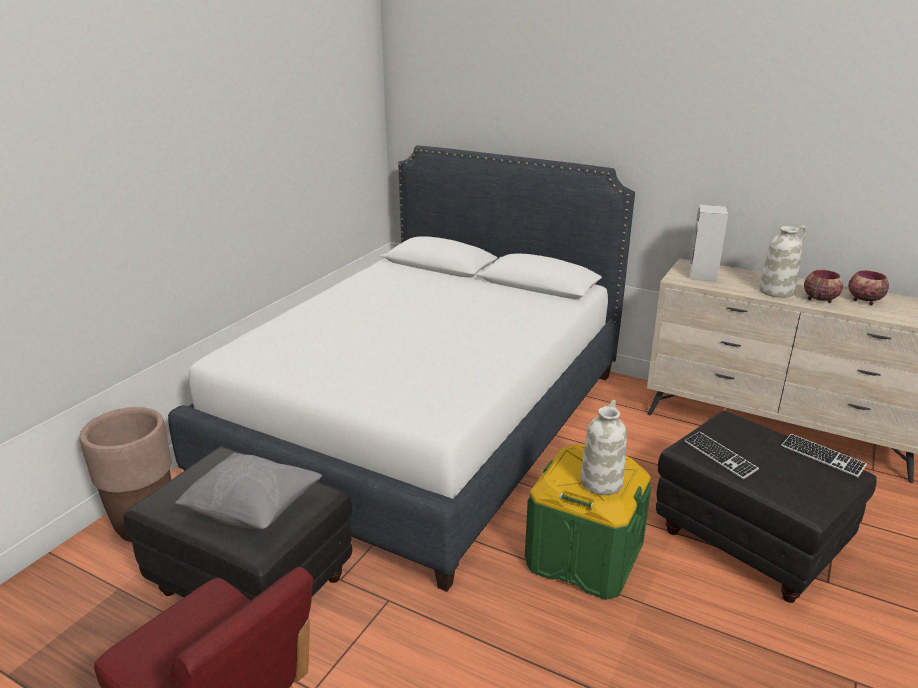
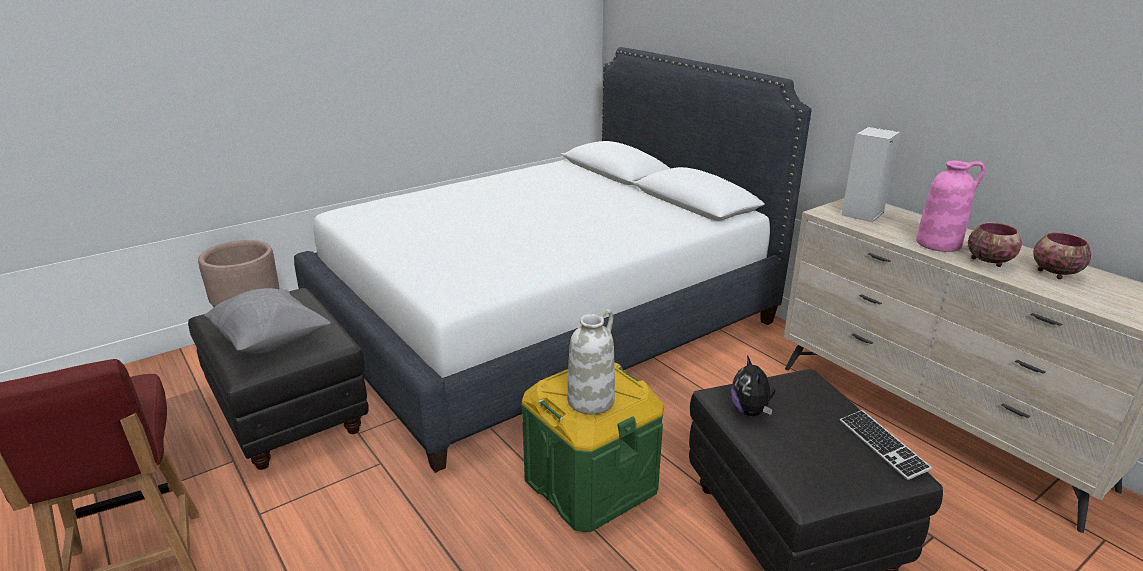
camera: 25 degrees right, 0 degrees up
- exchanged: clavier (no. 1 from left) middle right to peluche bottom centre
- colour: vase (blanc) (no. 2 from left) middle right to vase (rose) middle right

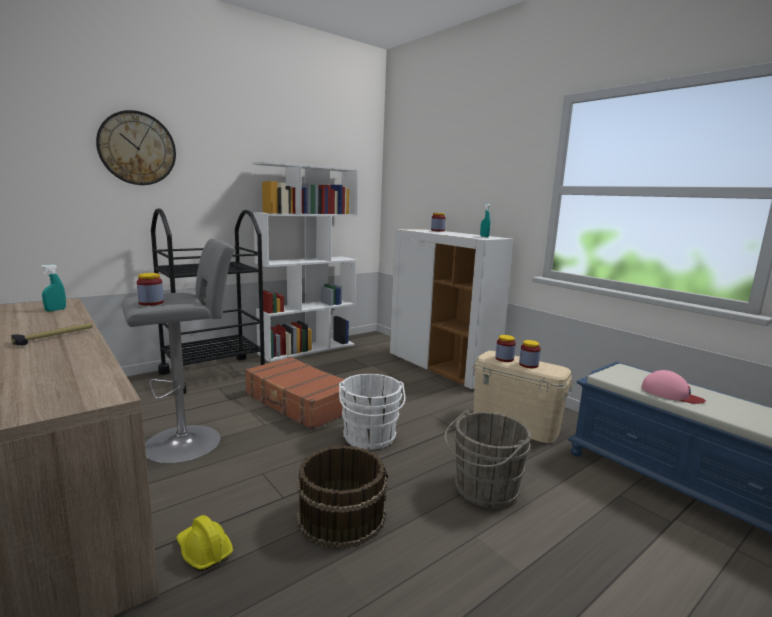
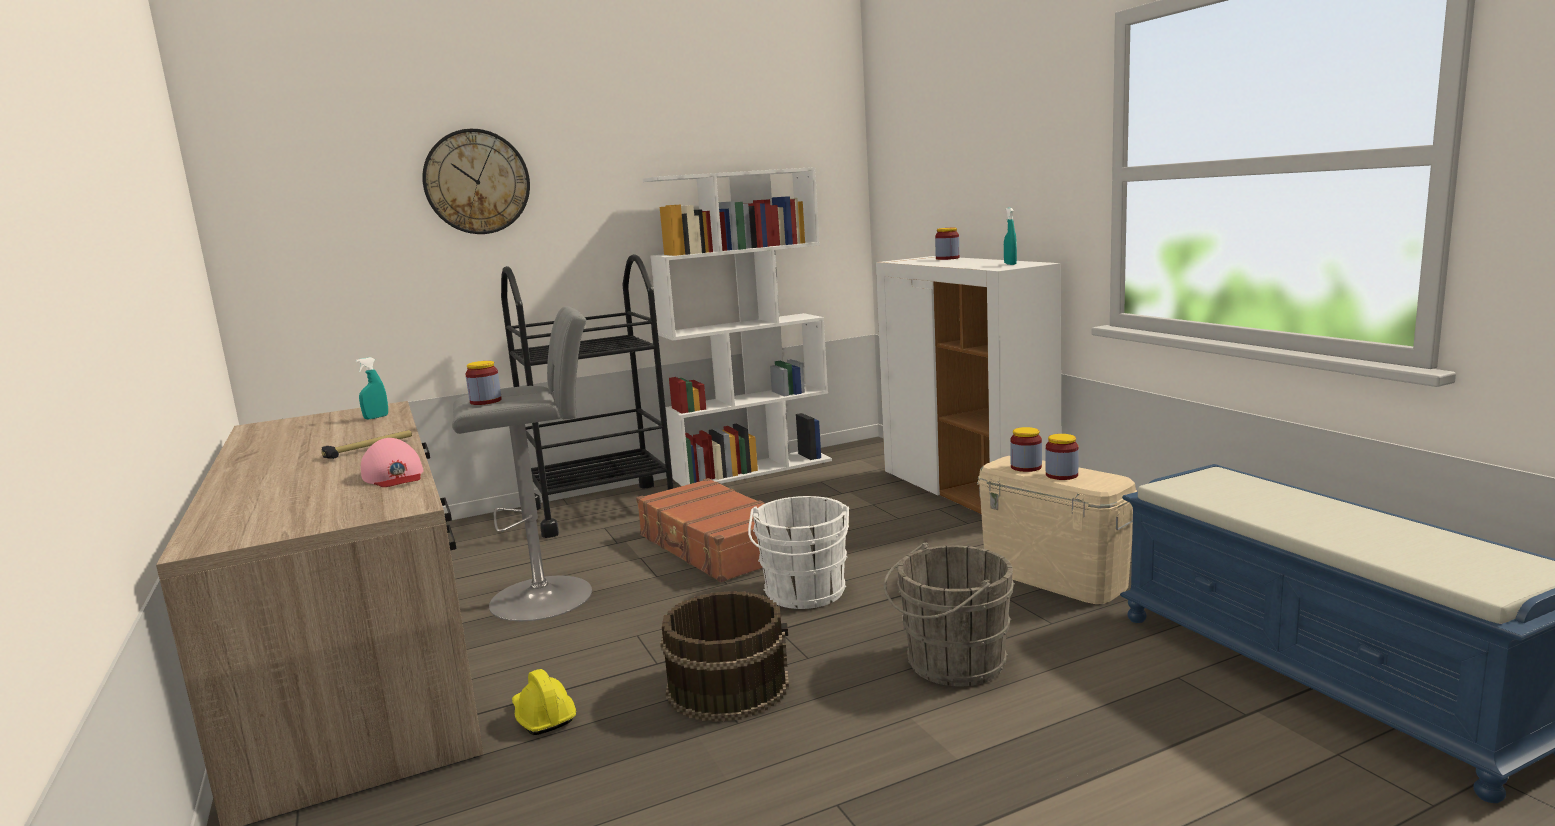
camera: 15 degrees right, 0 degrees up
- relocated: casquette (rose) middle right to middle left

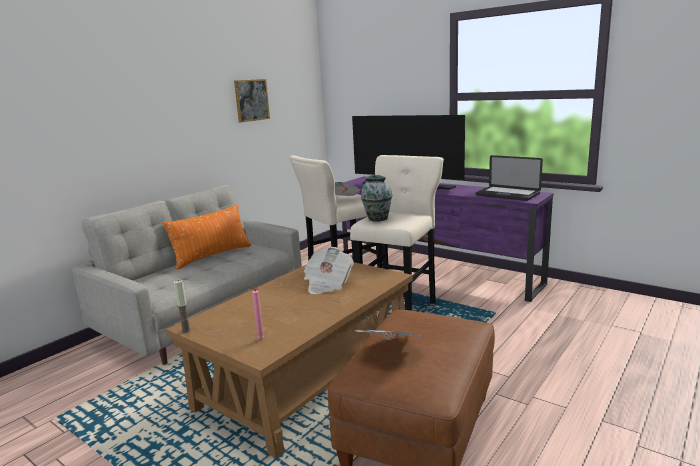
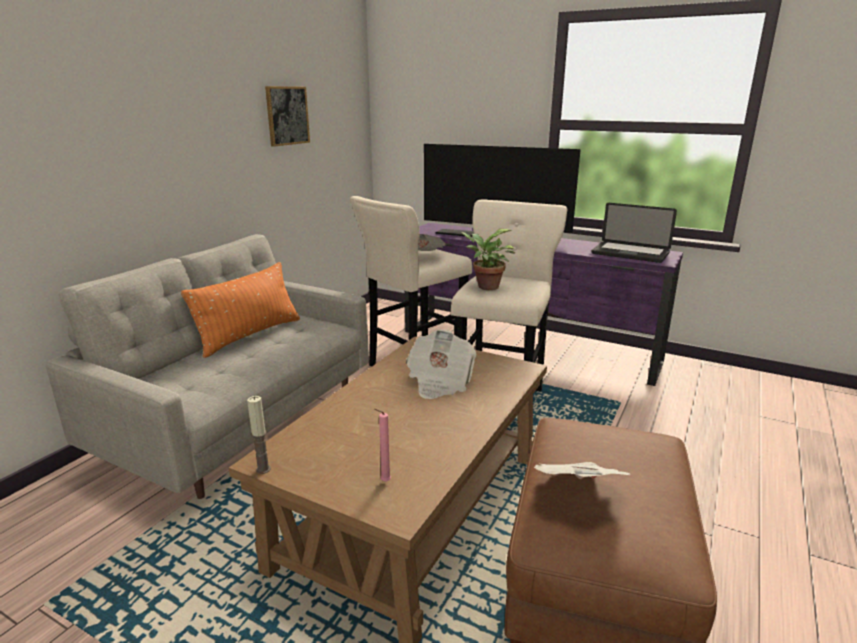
camera: 10 degrees left, 5 degrees up
- exchanged: vase centre to plante en pot centre

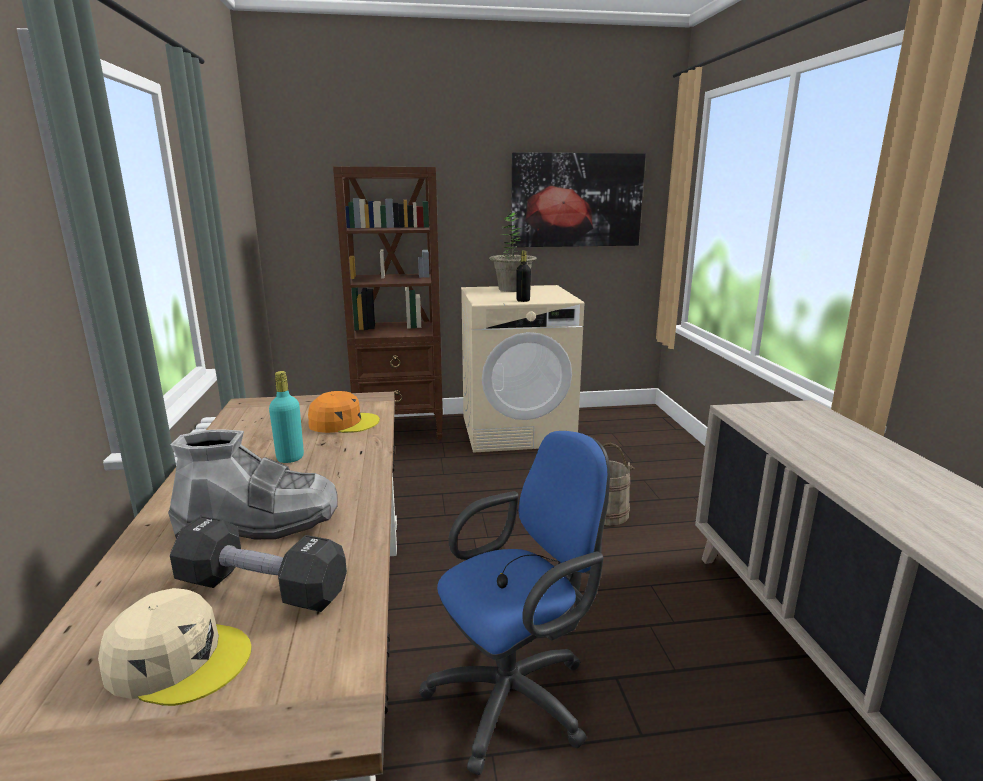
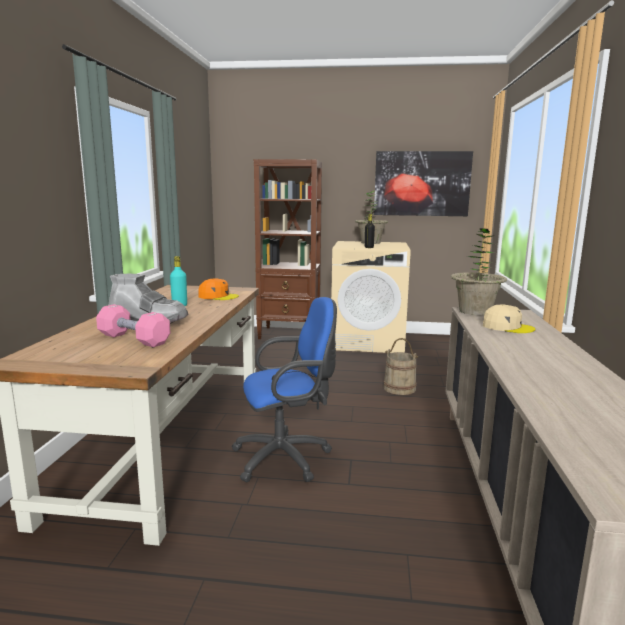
camera: 15 degrees right, 5 degrees down
- appeared: plante en pot (no. 2 from left) middle right
- relocated: casquette (beige) bottom left to middle right
- colour: haltère (noir) bottom left to haltère (rose) middle left

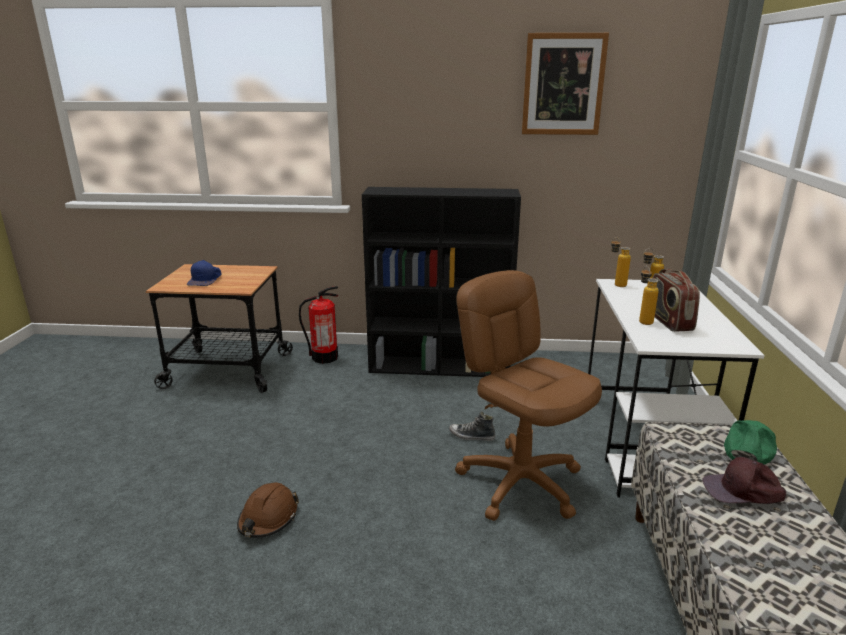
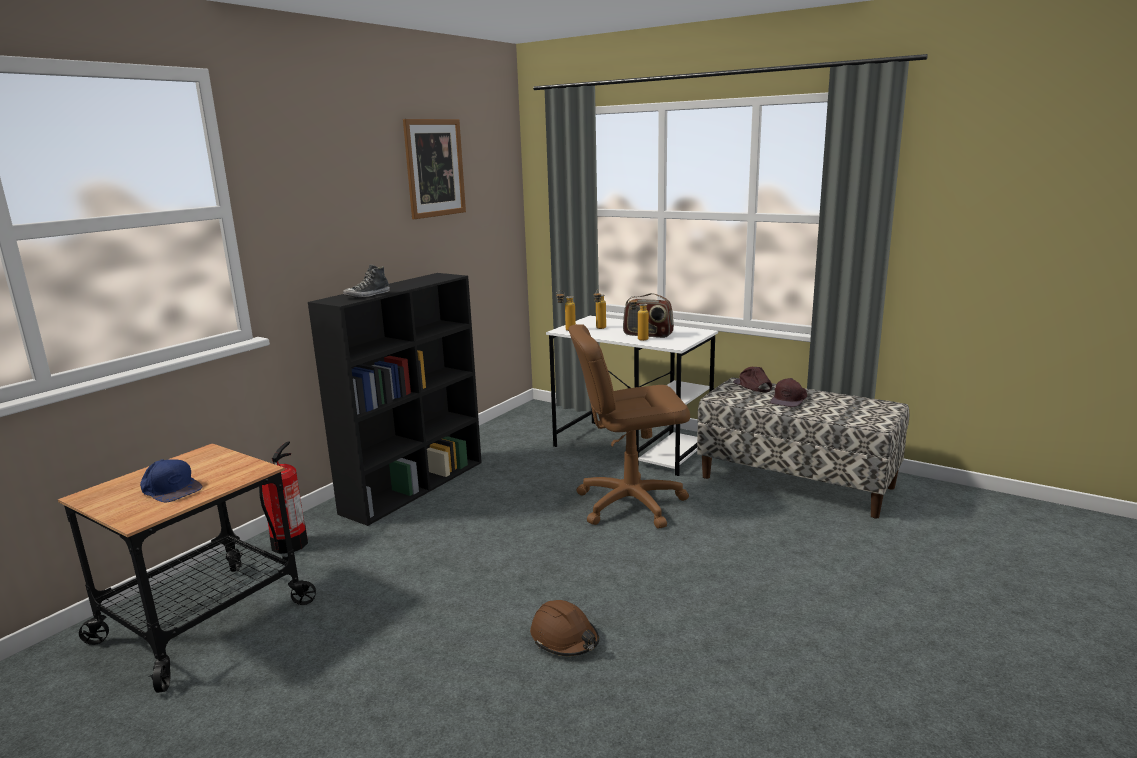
camera: 60 degrees left, 5 degrees down
- relocated: chaussure bottom centre to middle left
- colour: casquette (vert) bottom right to casquette (marron) (no. 1 from left) centre

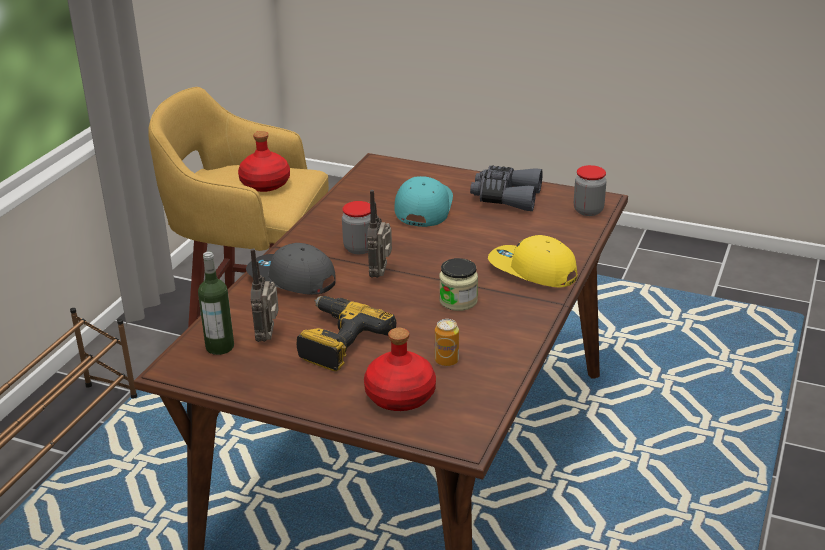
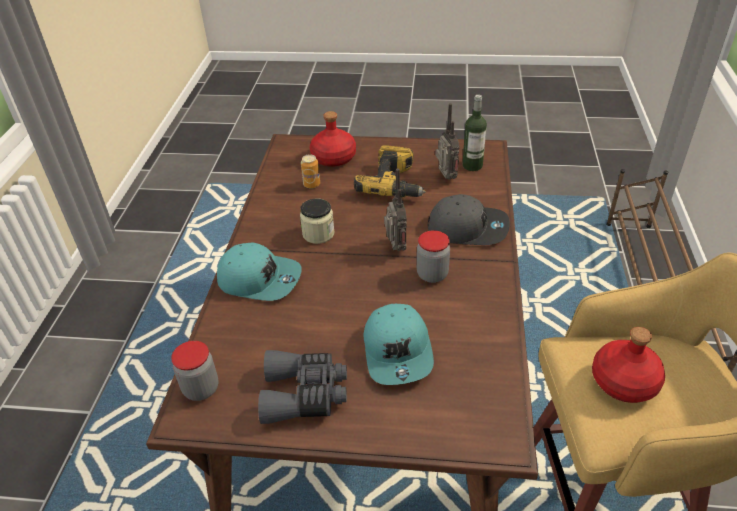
camera: 165 degrees right, 10 degrees up
- colour: casquette (jaune) centre to casquette (turquoise) (no. 1 from left) centre

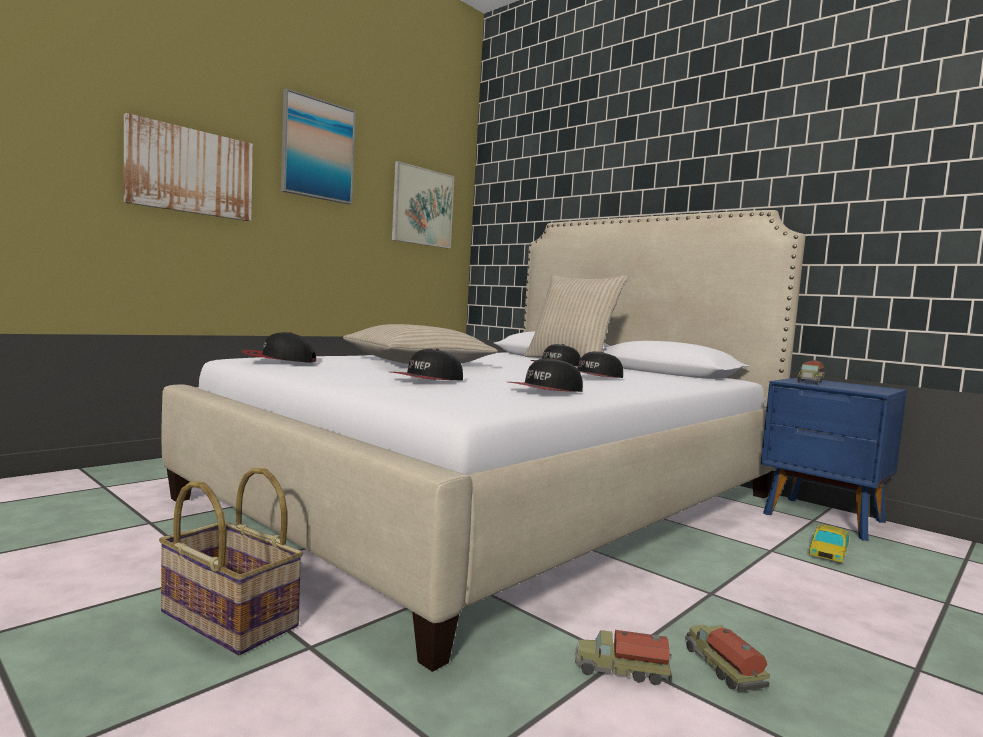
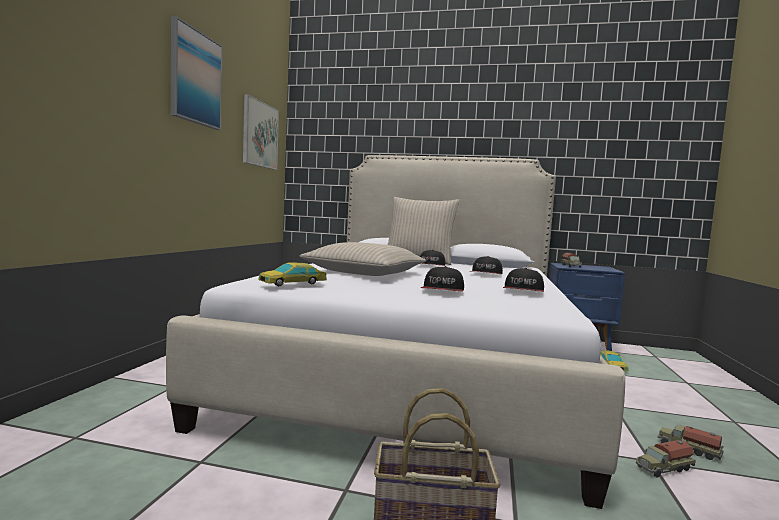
camera: 30 degrees left, 0 degrees up
- missing: tableau (no. 1 from left) top left
- exchanged: casquette (no. 1 from left) middle left to petite voiture (no. 1 from left) centre

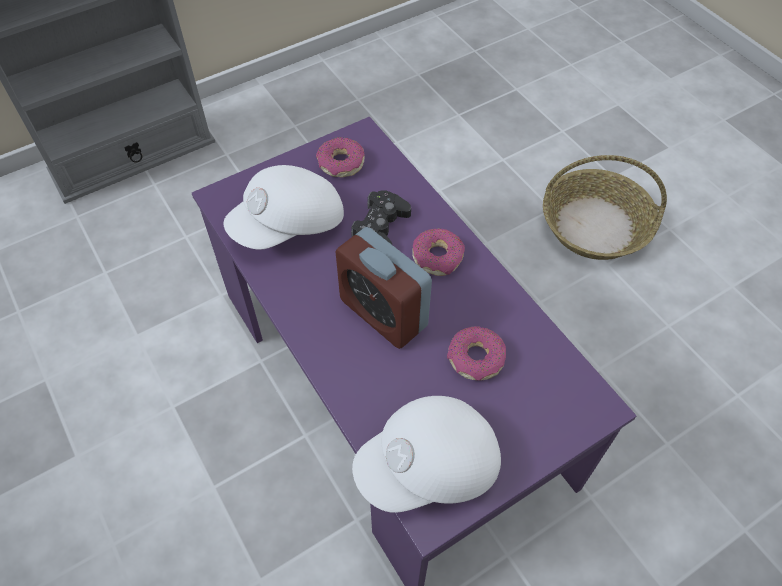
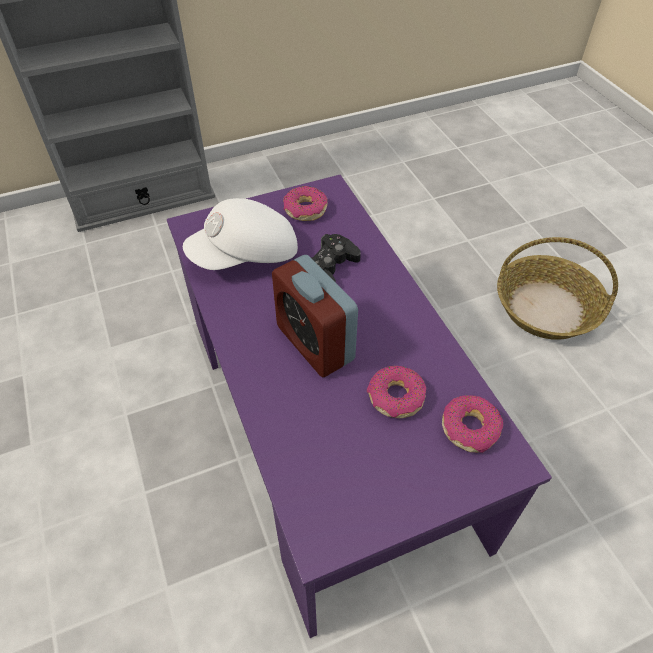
camera: 10 degrees right, 5 degrees down
- missing: casquette (blanc) (no. 2 from left) bottom centre
- relocated: beignet (no. 2 from left in the first image) centre to beignet (no. 3 from left) middle right

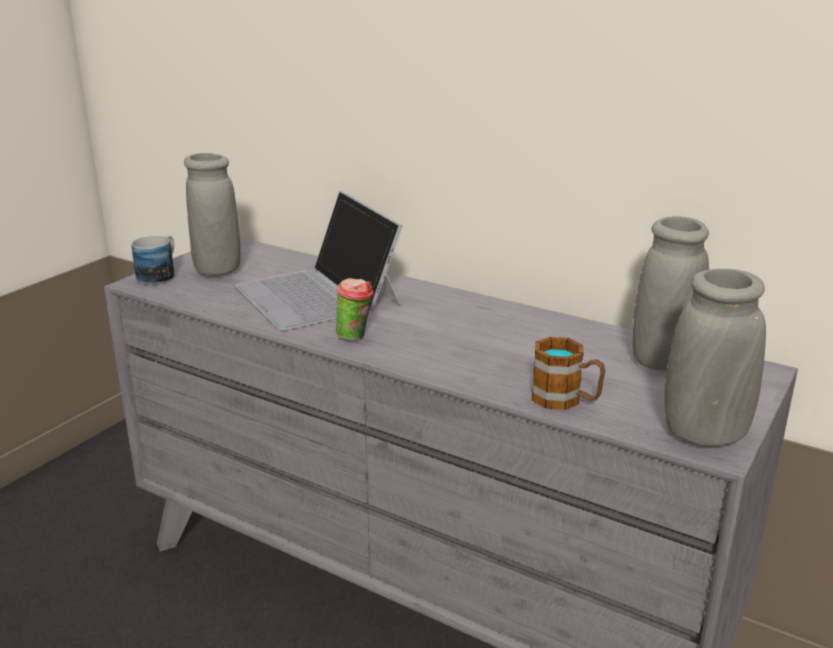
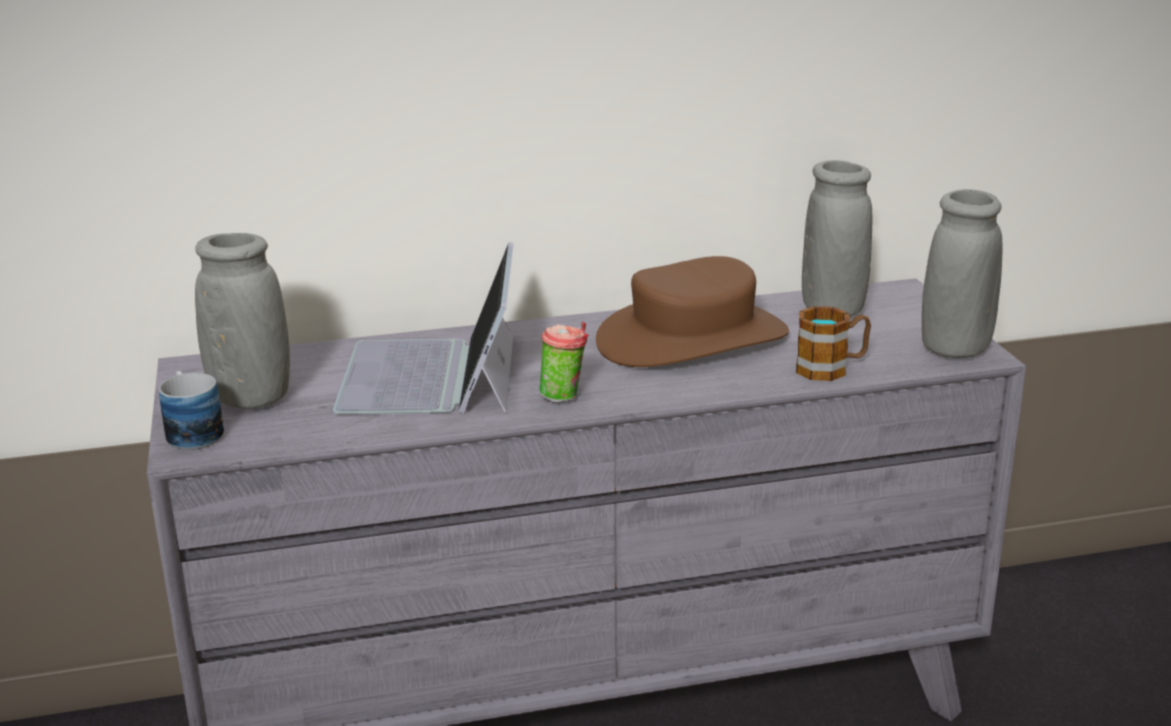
camera: 45 degrees left, 0 degrees up
- appeared: chapeau (marron) centre
- spun: ordinateur portable centre = centre 75 degrees clockwise

